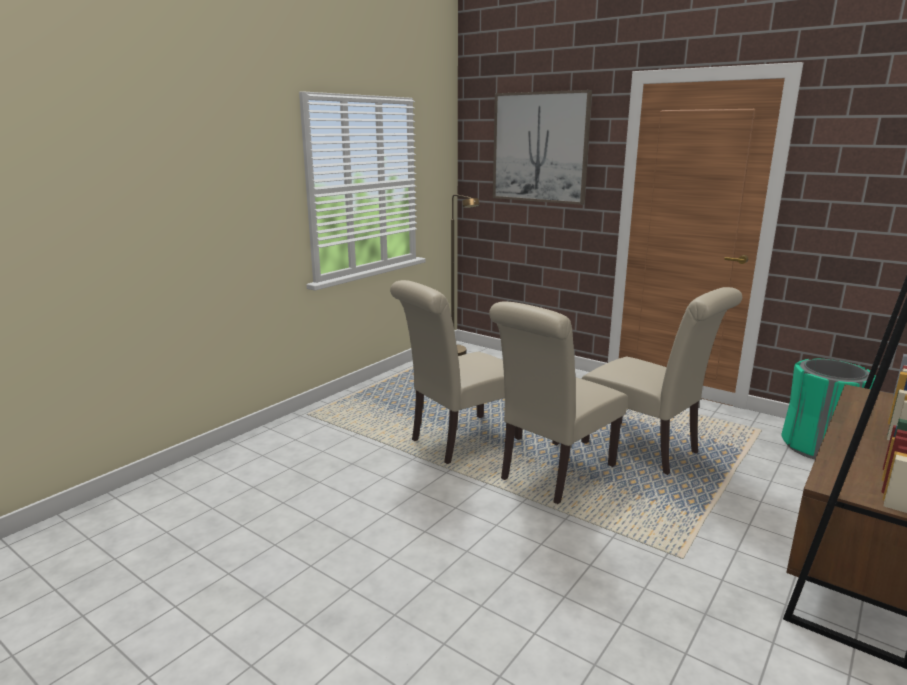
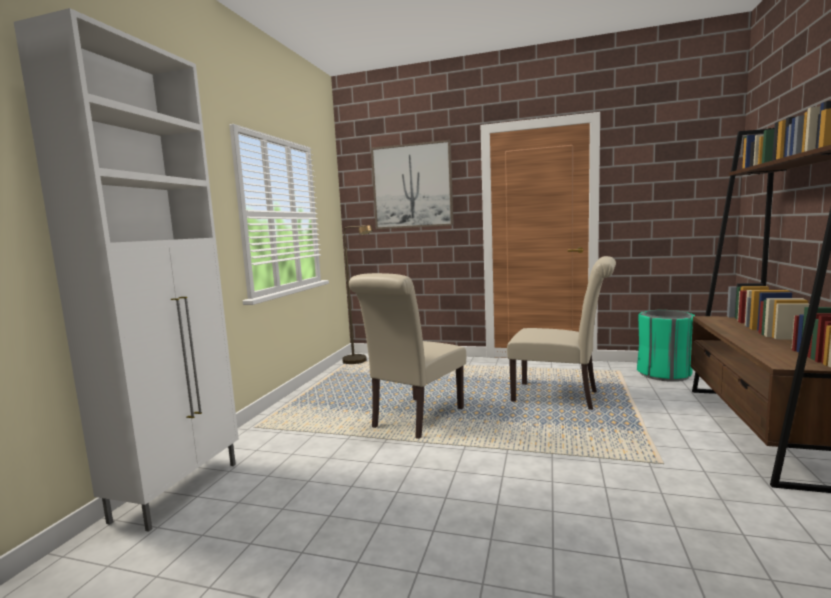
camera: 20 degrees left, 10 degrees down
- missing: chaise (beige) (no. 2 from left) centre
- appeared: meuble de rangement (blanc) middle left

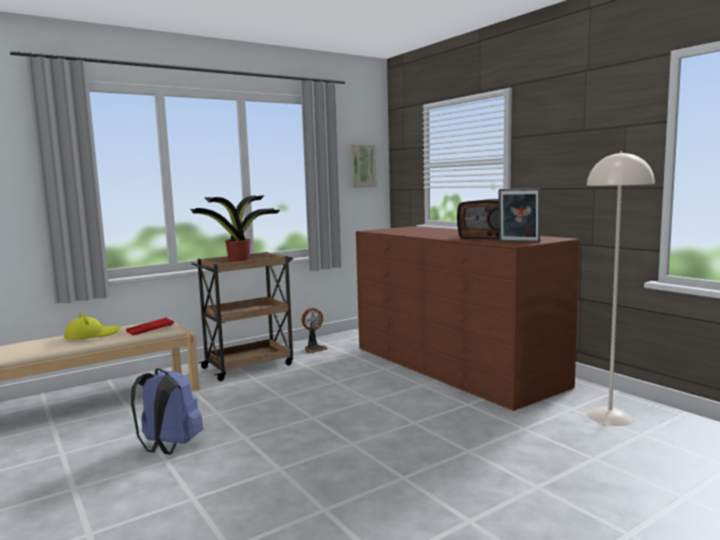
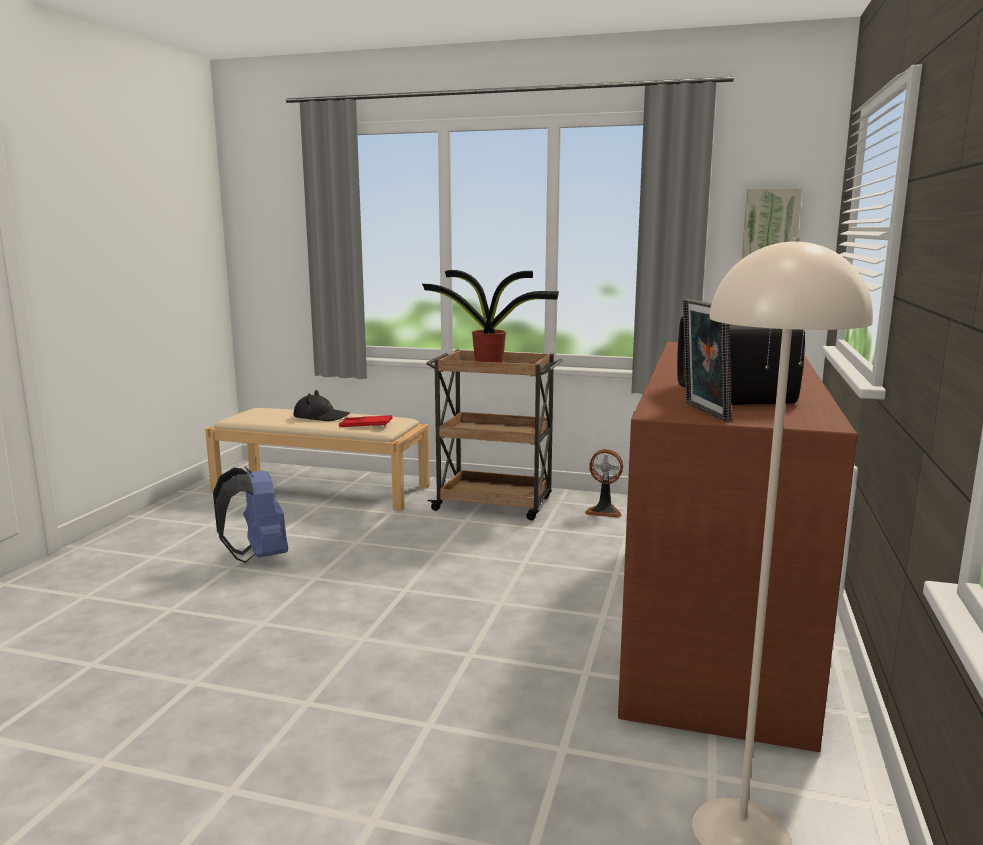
camera: 50 degrees right, 5 degrees up
- colour: chapeau (jaune) middle left to chapeau (noir) middle left

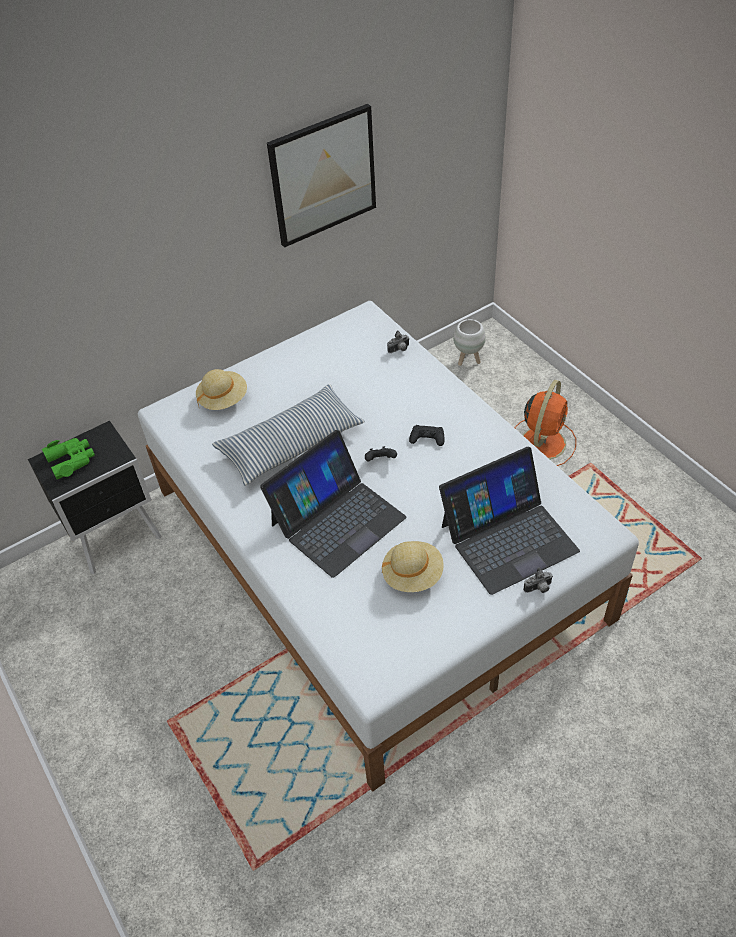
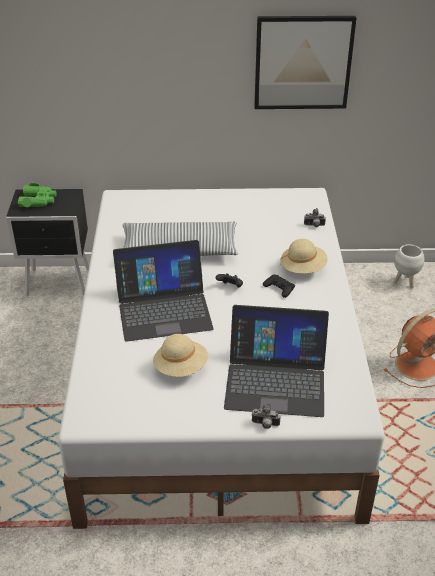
camera: 30 degrees right, 10 degrees down
- relocated: chapeau (beige) (no. 1 from left in the first image) middle left to chapeau (beige) (no. 2 from left) middle right

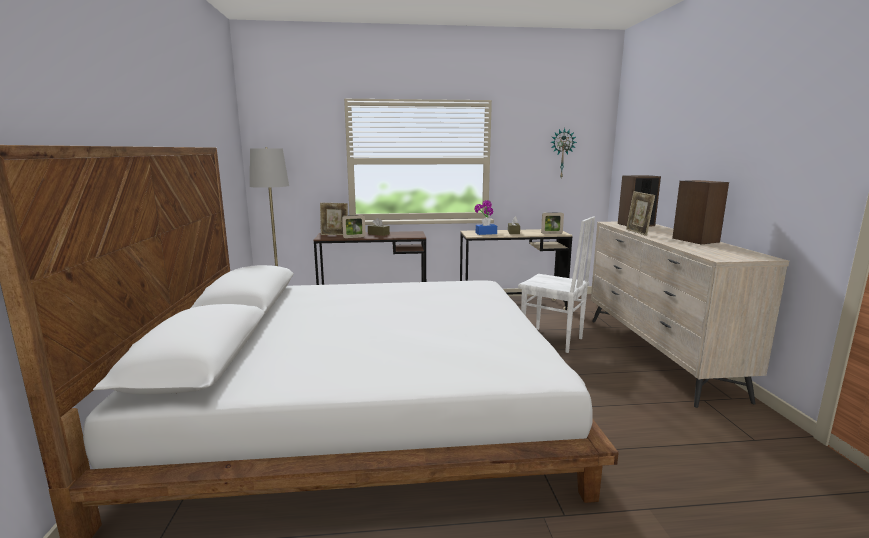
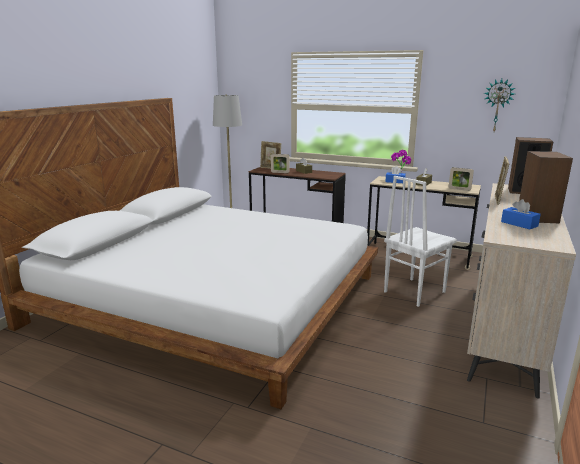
camera: 30 degrees right, 5 degrees up
- appeared: boîte à mouchoirs (bleu) (no. 2 from left) middle right
- spun: chaise (blanc) centre = middle right 75 degrees clockwise

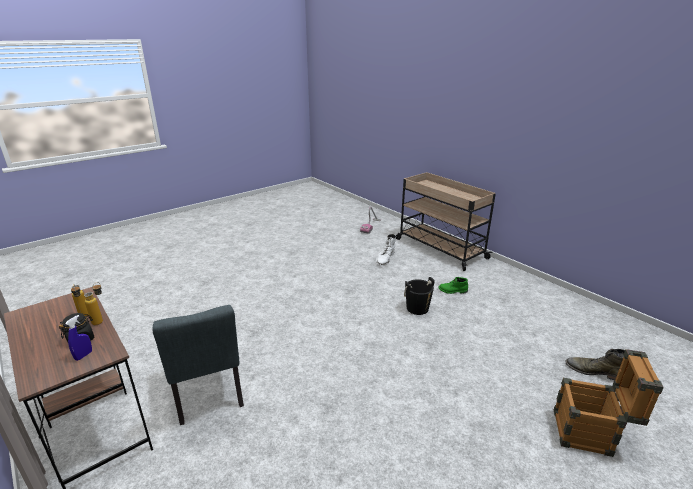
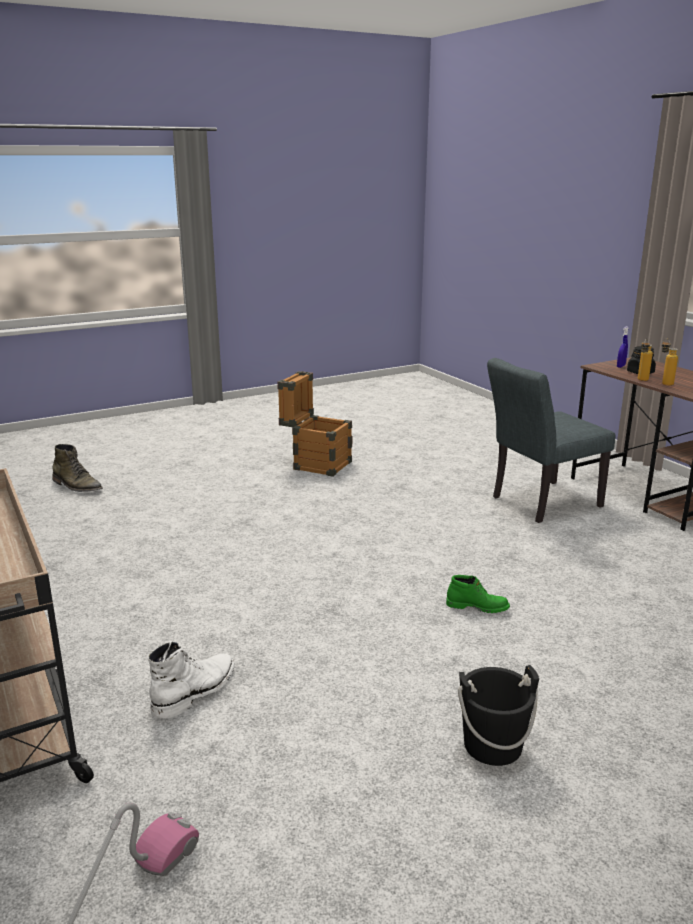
camera: 170 degrees left, 5 degrees down
- relocated: seau (noir) centre to bottom right
- relocated: botte (vert) (no. 1 from left in the first image) centre to botte (vert) (no. 2 from left) middle right
- relocated: caisse bottom right to centre
- spun: chaise (gris) bottom left = middle right 105 degrees counterclockwise

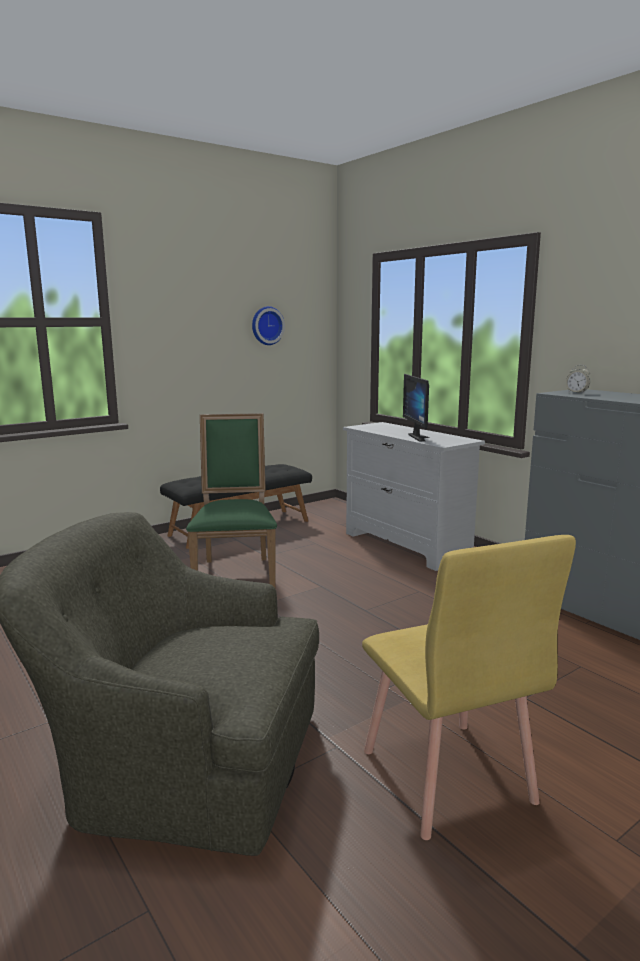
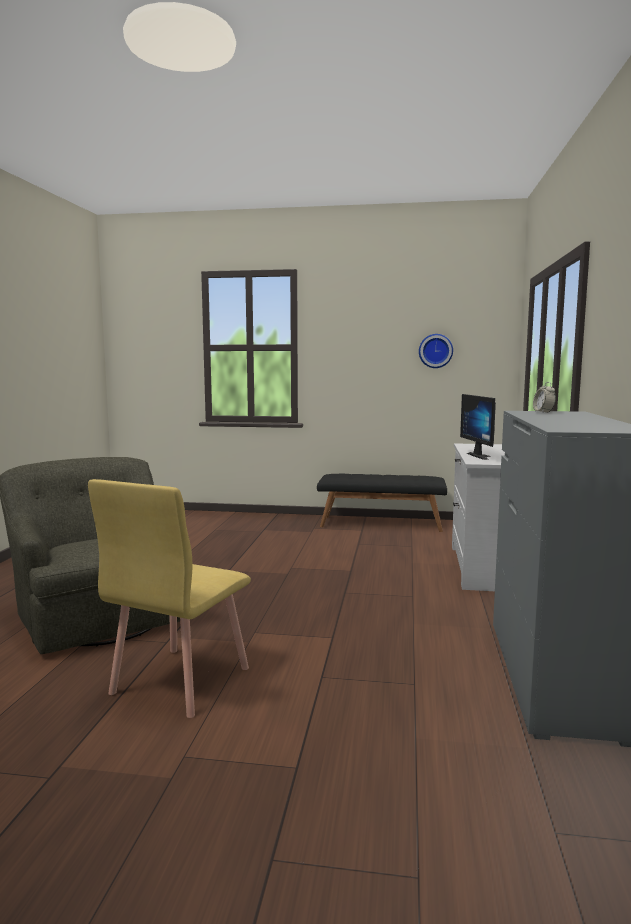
camera: 45 degrees right, 5 degrees down
- missing: chaise (vert) centre
- spun: écran d'ordinateur centre = middle right 45 degrees counterclockwise

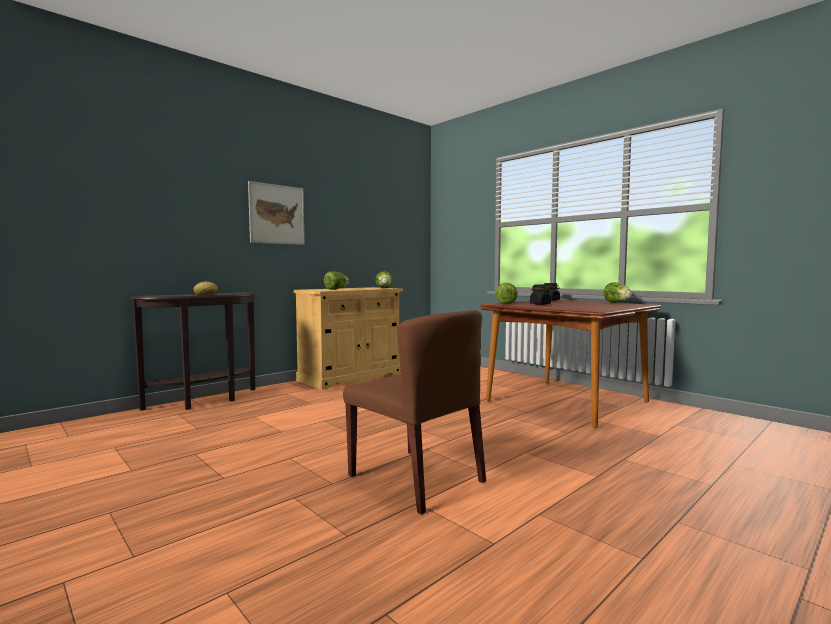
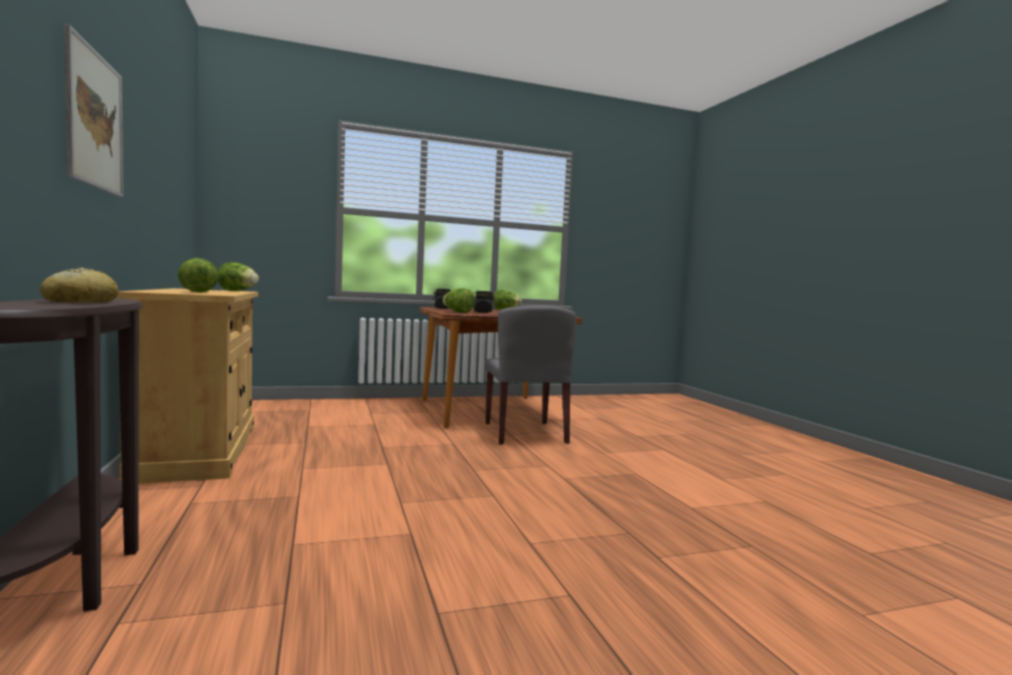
camera: 65 degrees left, 0 degrees up
- missing: chaise (marron) centre
- appeared: chaise (gris) centre

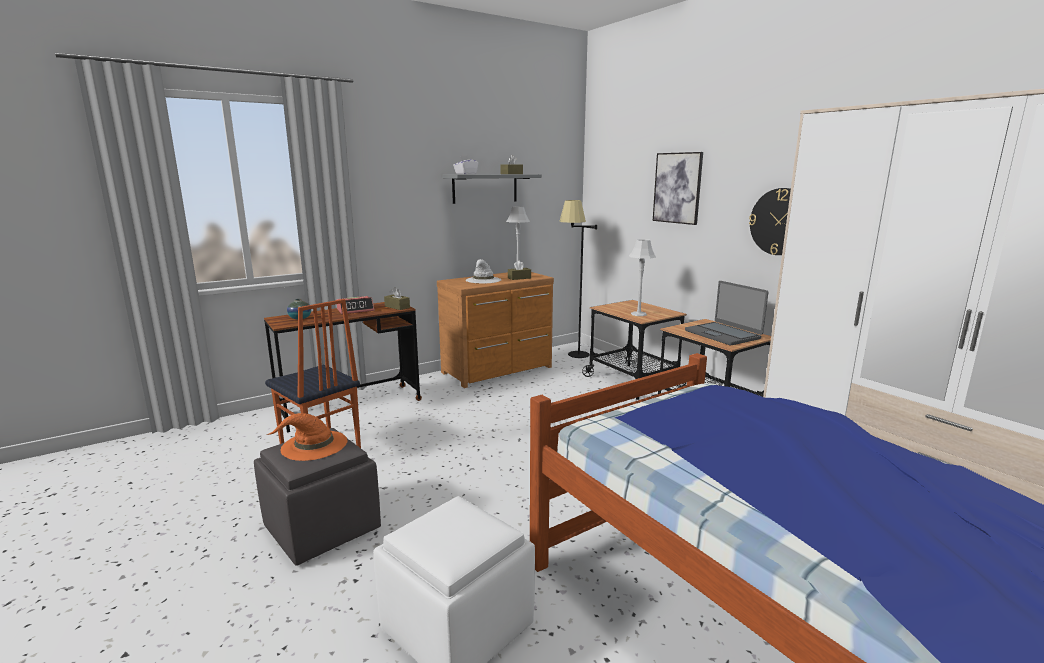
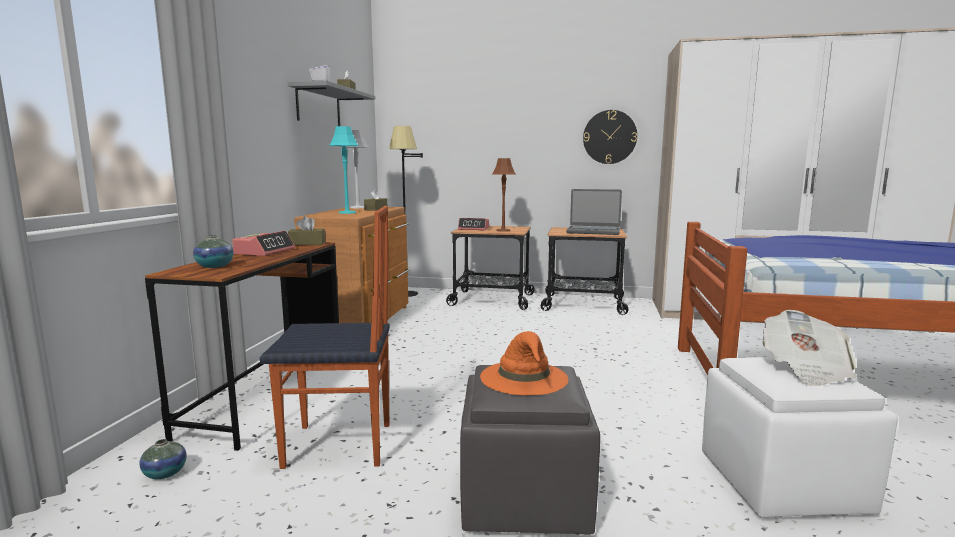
camera: 45 degrees left, 5 degrees down
- missing: tableau top centre
- appeared: vase (no. 1 from left) bottom left
- appeared: réveil (no. 2 from left) centre
- appeared: journal middle right
- exchanged: chapeau (blanc) centre to lampe de table (turquoise) top centre
- colour: lampe de table (gris) (no. 2 from left) centre to lampe de table (marron) centre

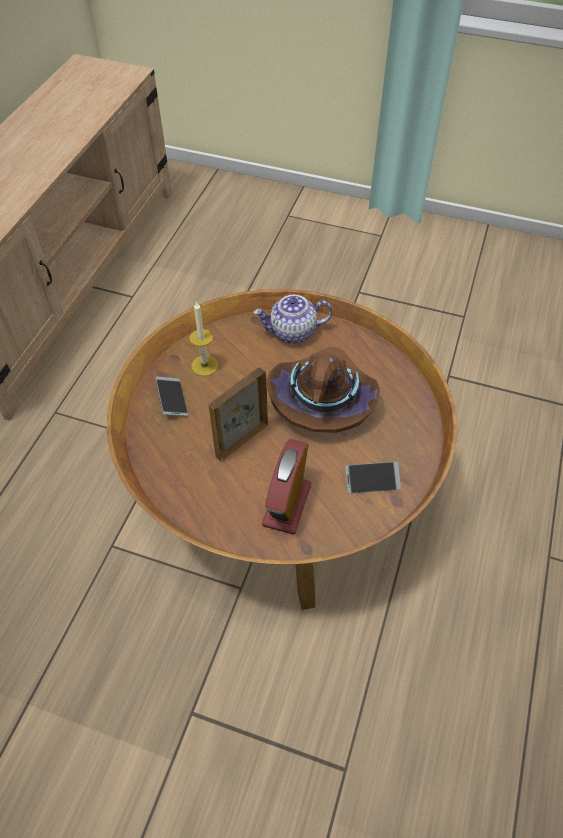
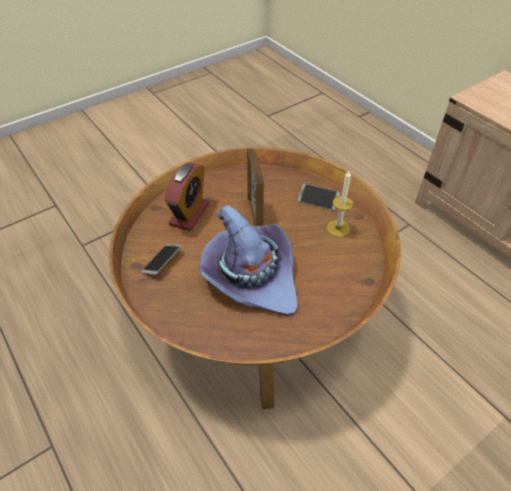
camera: 125 degrees right, 5 degrees down
- missing: théière centre
- colour: chapeau (marron) centre to chapeau (violet) centre
- spun: réveil centre = centre 60 degrees clockwise

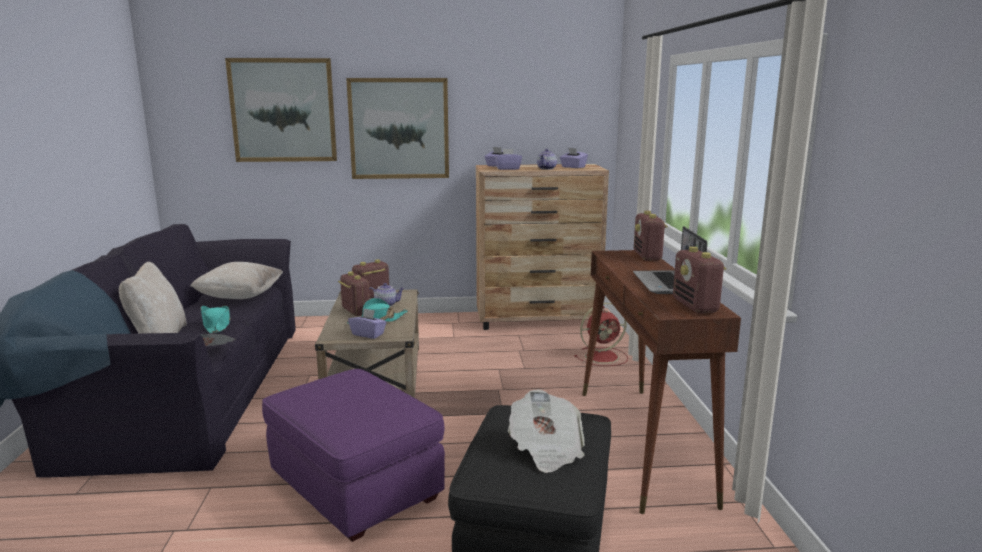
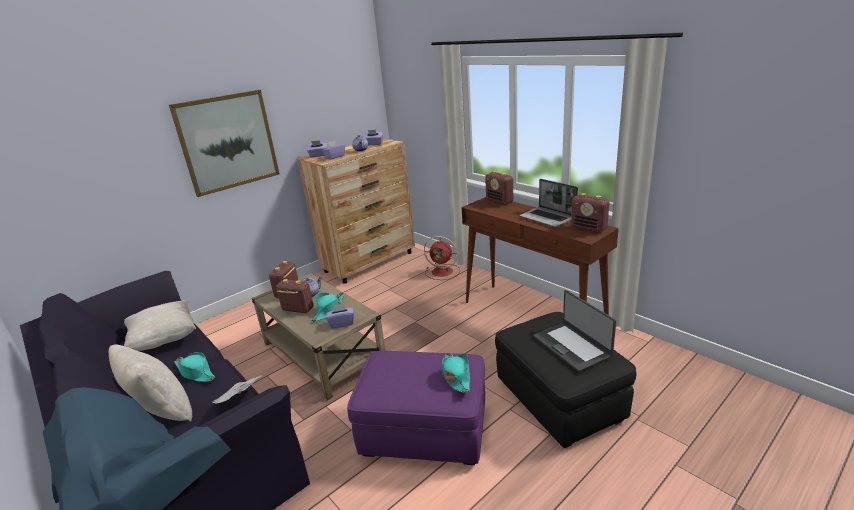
camera: 35 degrees left, 10 degrees up
- missing: tableau (no. 1 from left) top left
- appeared: chapeau (turquoise) (no. 3 from left) bottom centre
- exchanged: journal (no. 2 from left) bottom centre to ordinateur portable (no. 2 from left) middle right
- spun: ventilateur (rouge) centre = centre 75 degrees clockwise

